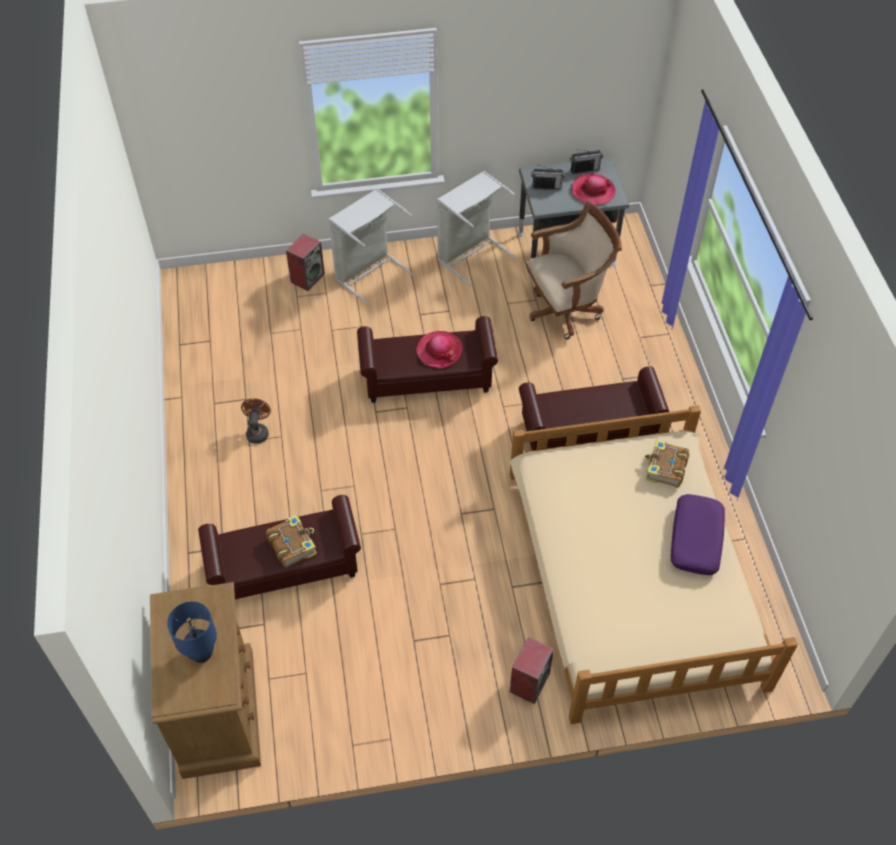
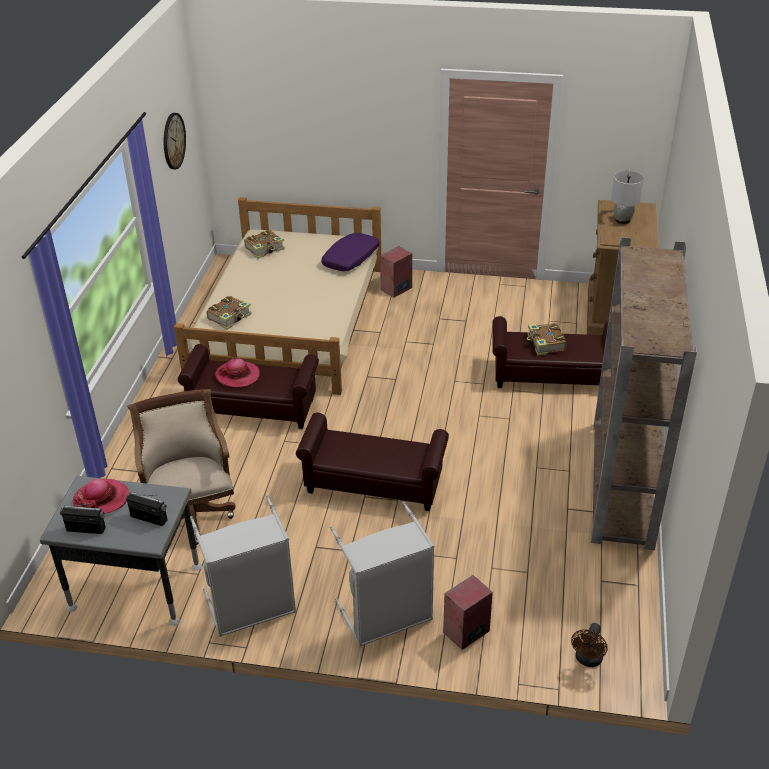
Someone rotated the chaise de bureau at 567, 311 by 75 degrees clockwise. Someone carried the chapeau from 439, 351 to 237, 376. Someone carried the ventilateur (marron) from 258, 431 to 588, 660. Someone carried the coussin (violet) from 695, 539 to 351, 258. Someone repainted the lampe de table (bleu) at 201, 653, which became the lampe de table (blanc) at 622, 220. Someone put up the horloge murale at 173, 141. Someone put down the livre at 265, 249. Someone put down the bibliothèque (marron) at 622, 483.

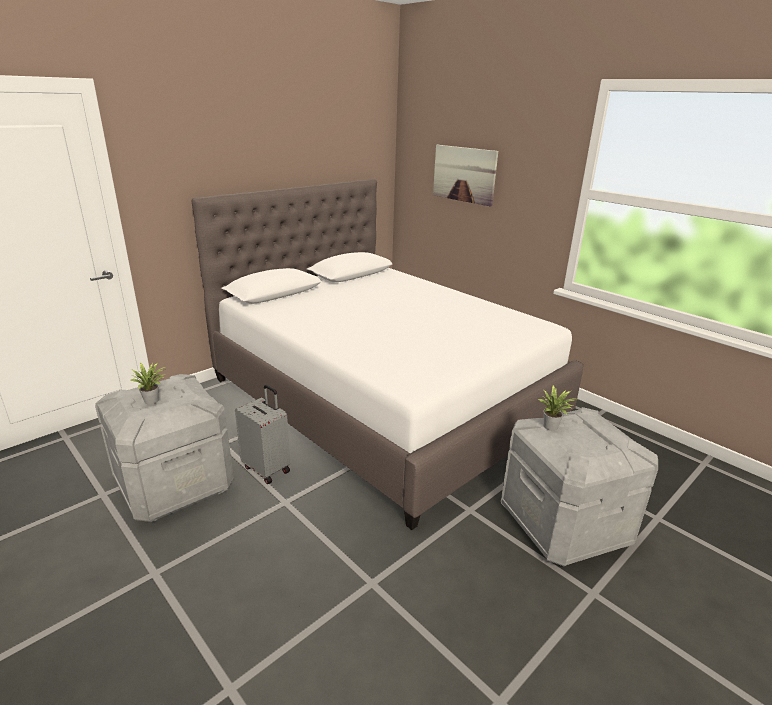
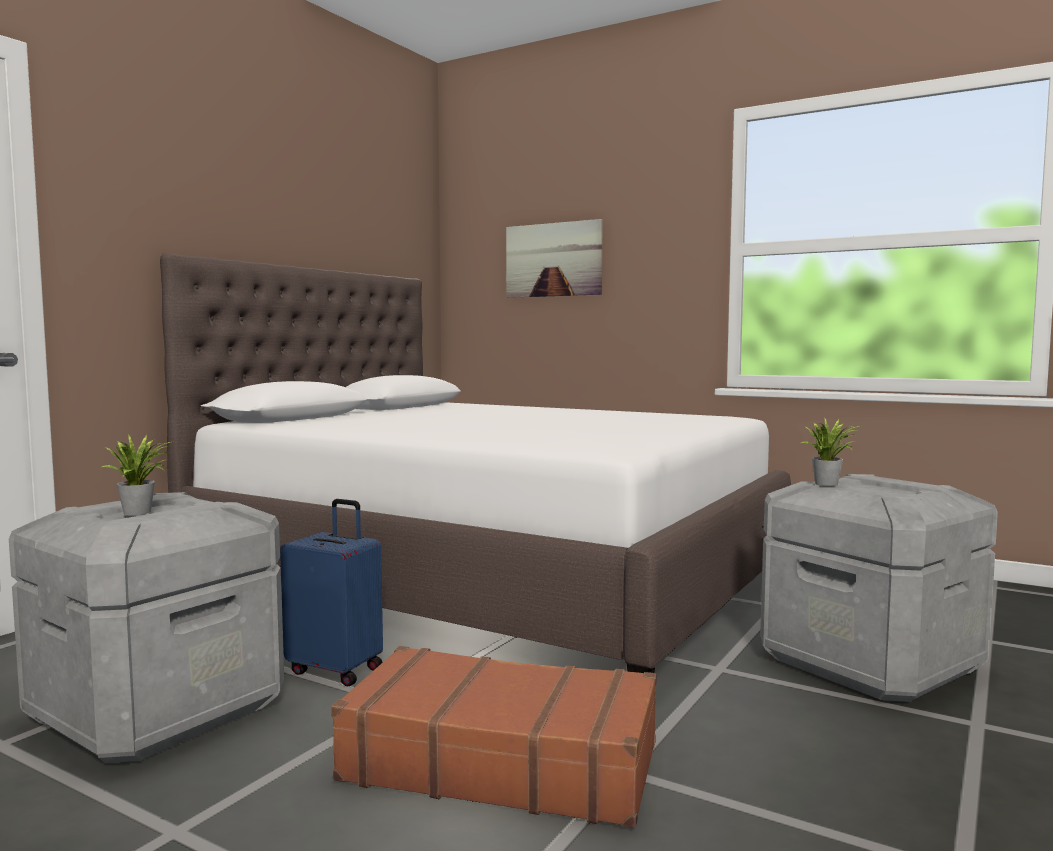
Someone repainted the valise (gris) at 267, 468, which became the valise (bleu) at 337, 669. Someone put down the valise (marron) at 501, 761.

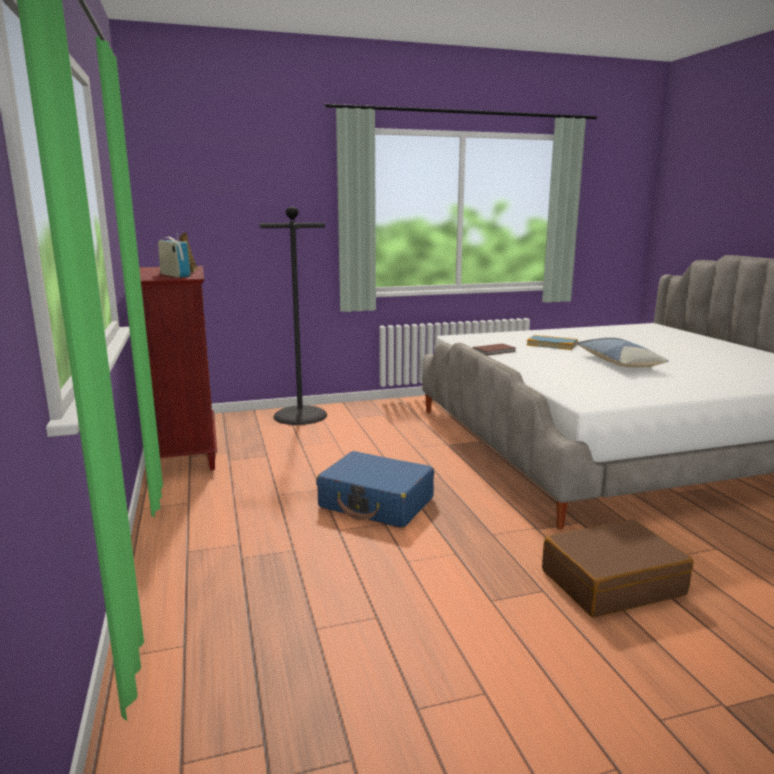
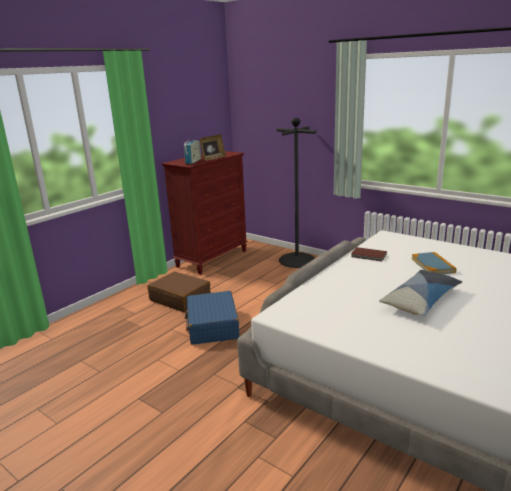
Someone carried the valise (marron) from 611, 582 to 180, 299.

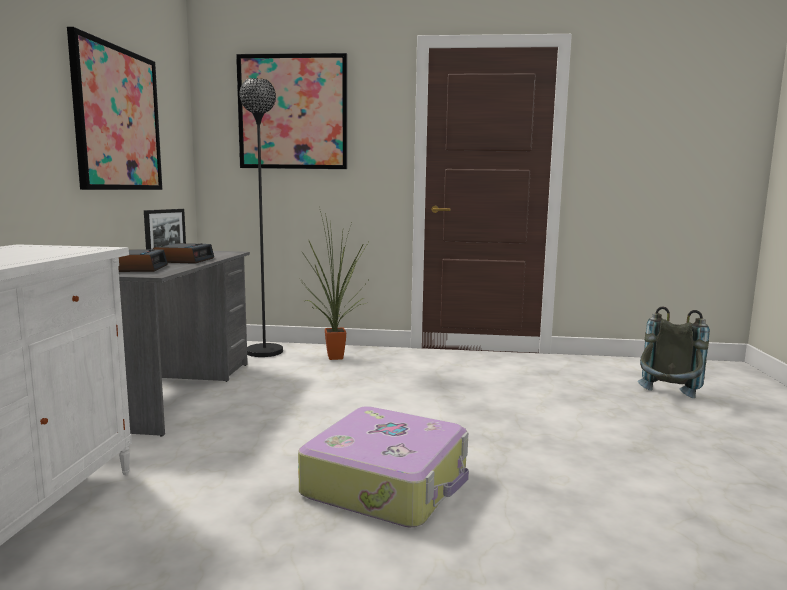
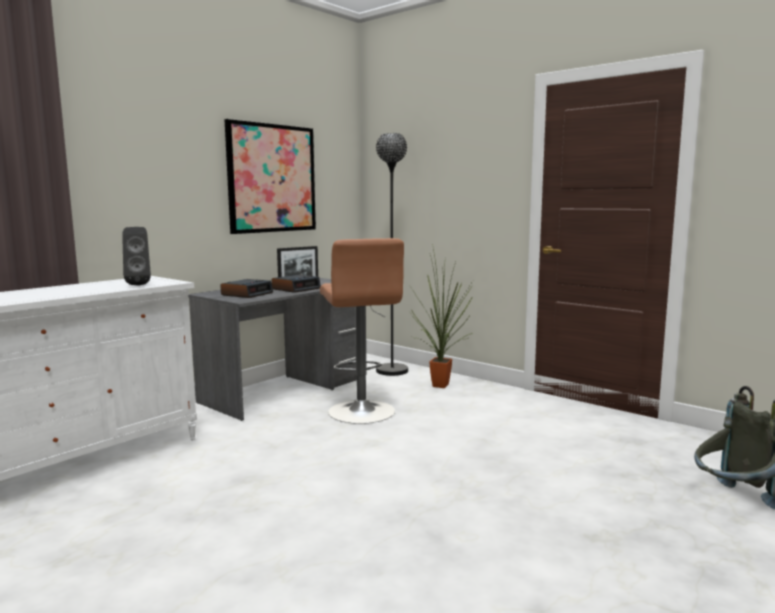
Someone took away the tableau at 293, 112. Someone took away the valise at 388, 483. Someone put down the enceinte (noir) at 139, 285. Someone put down the tabouret (marron) at 361, 412.

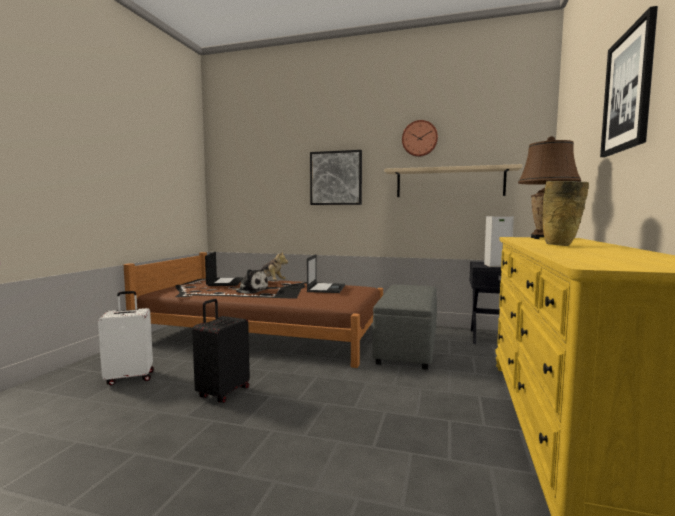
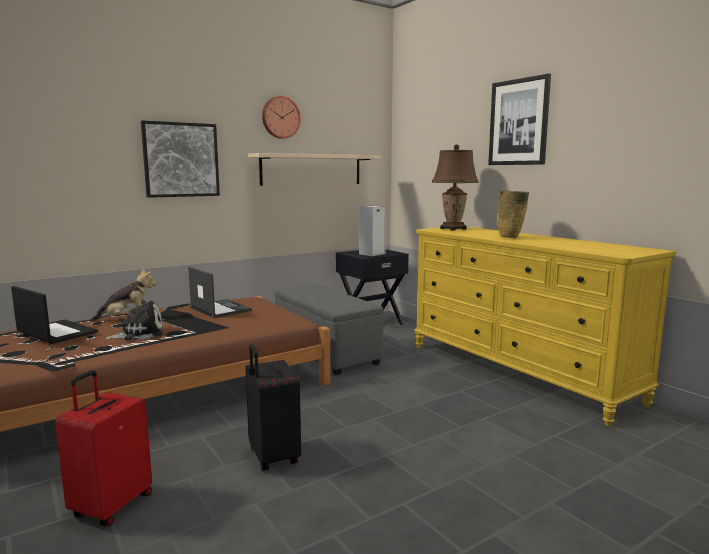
Someone repainted the valise (blanc) at 130, 377, which became the valise (rouge) at 111, 506.

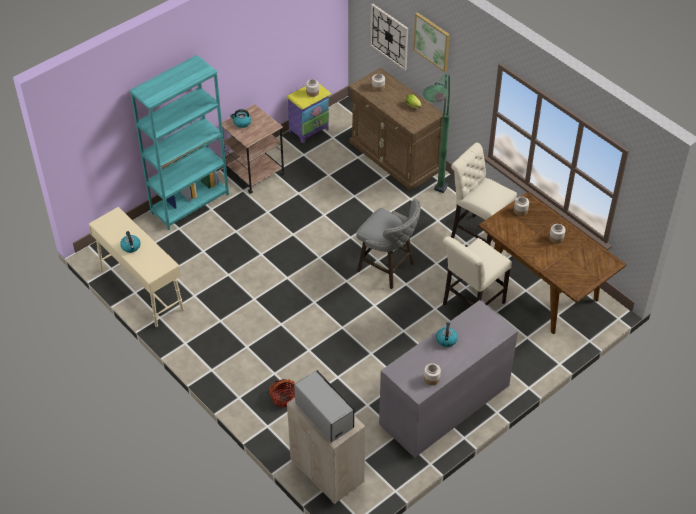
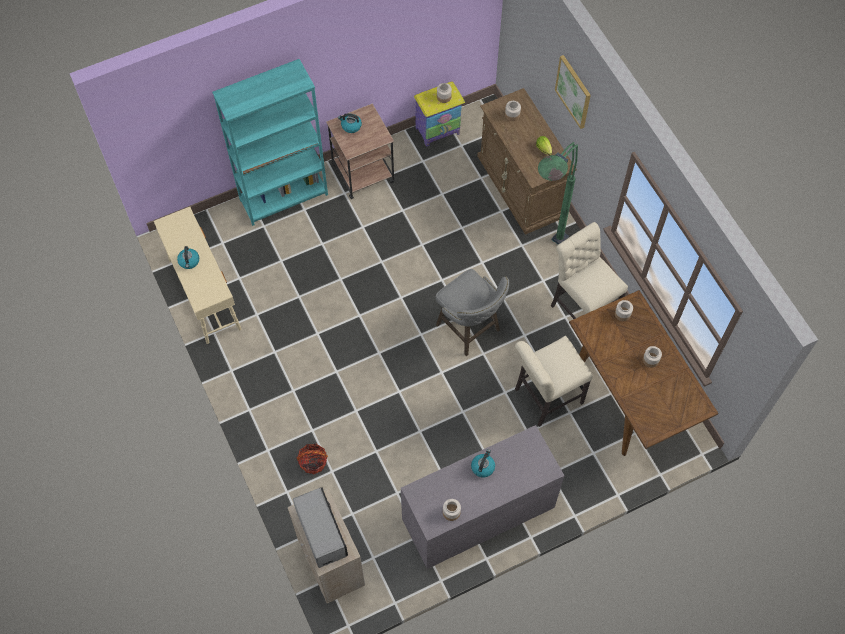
Someone took away the horloge murale at 389, 36.

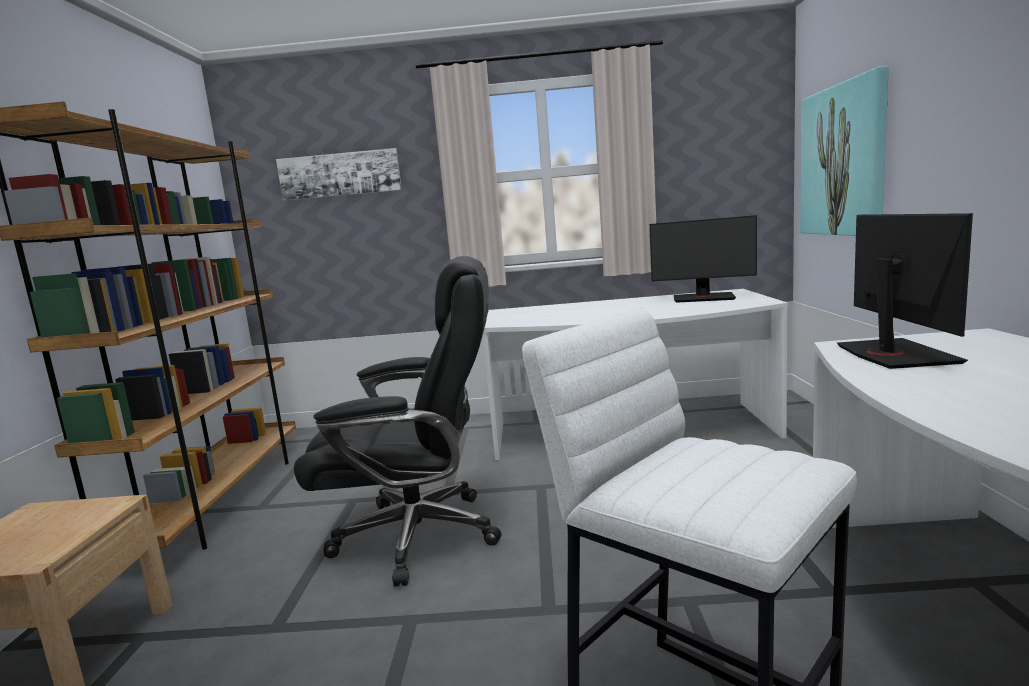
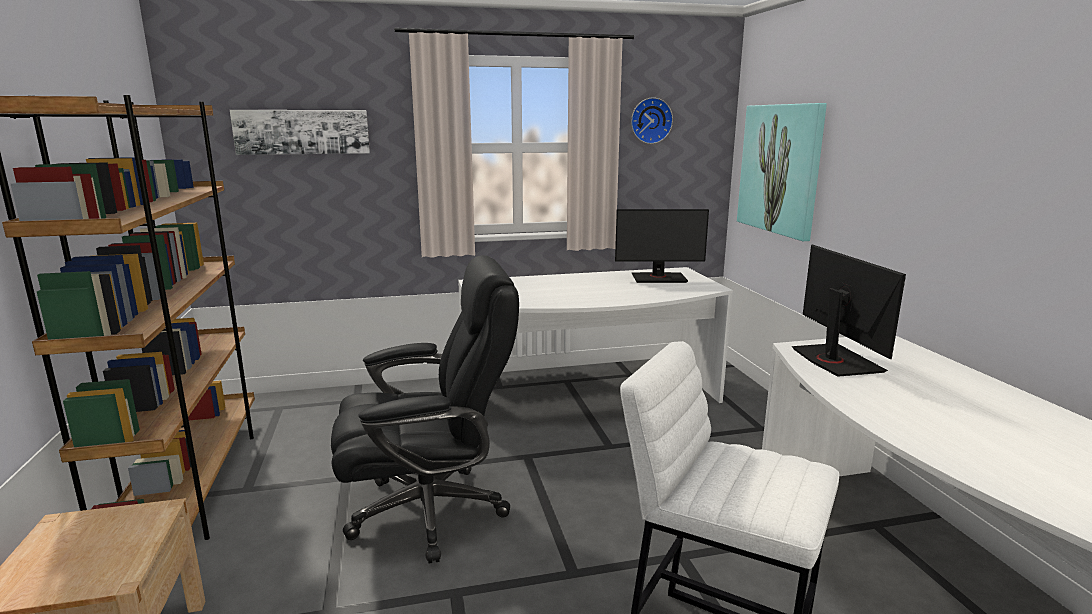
Someone put up the horloge murale at 650, 120.

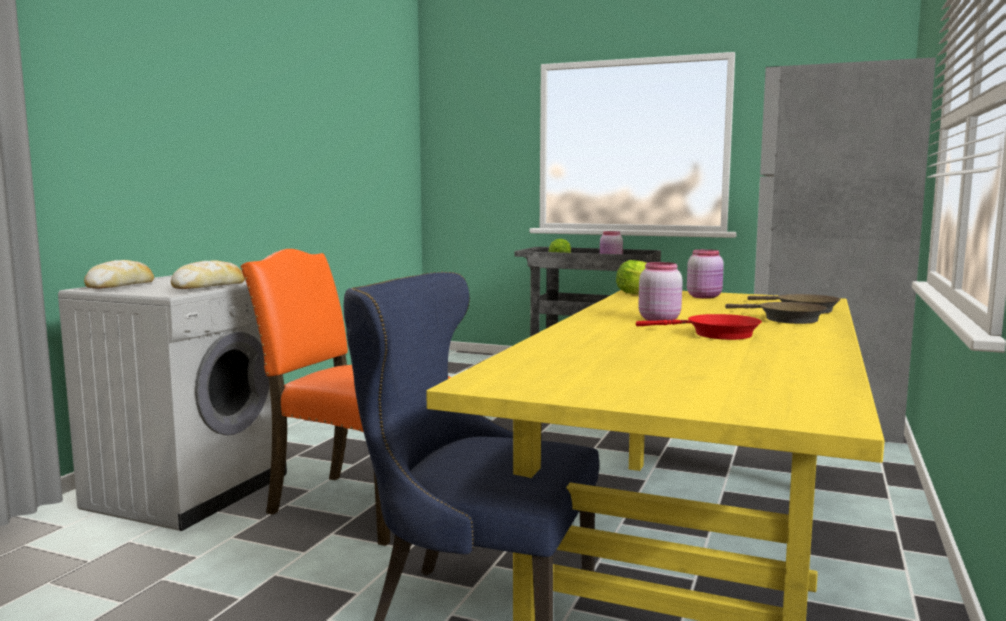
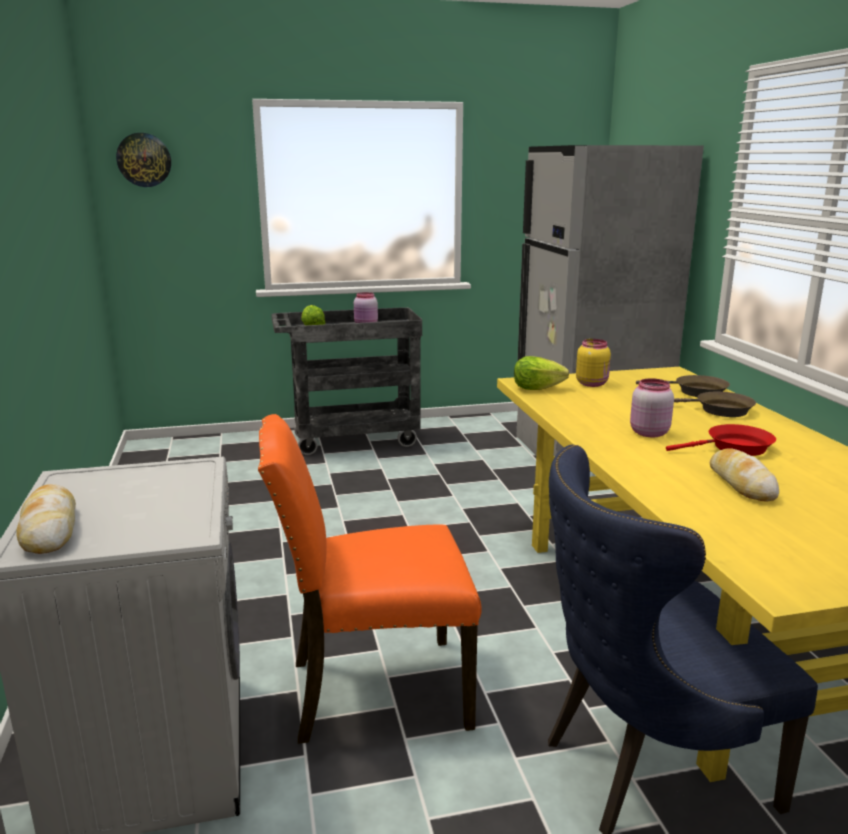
Someone repainted the bocal (rose) at 705, 297, which became the bocal (jaune) at 592, 383. Someone carried the pain from 209, 286 to 741, 483. Someone put up the horloge murale at 144, 160.

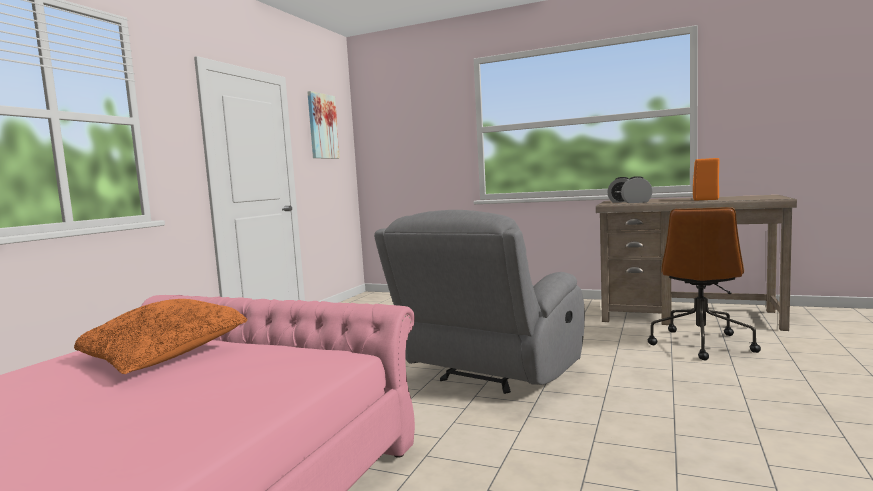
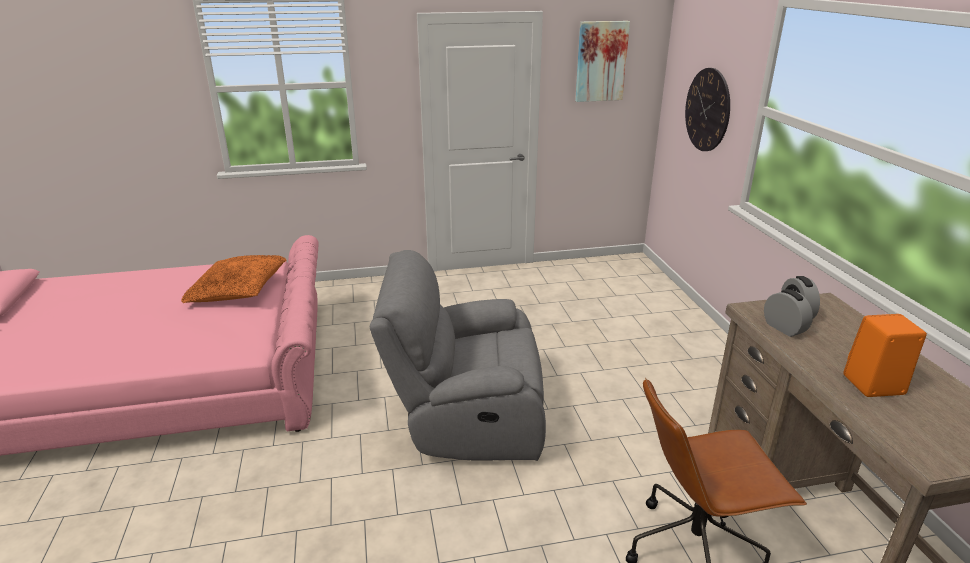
Someone put up the horloge murale at 707, 110.

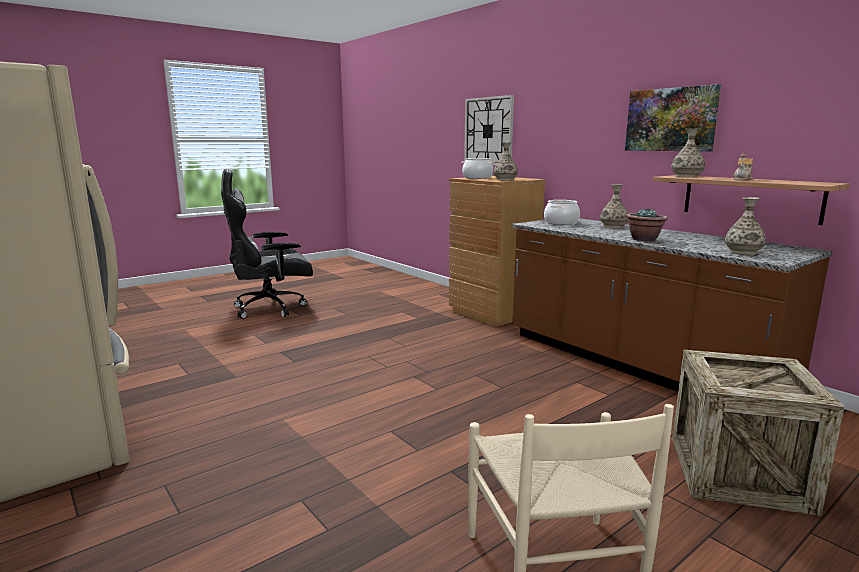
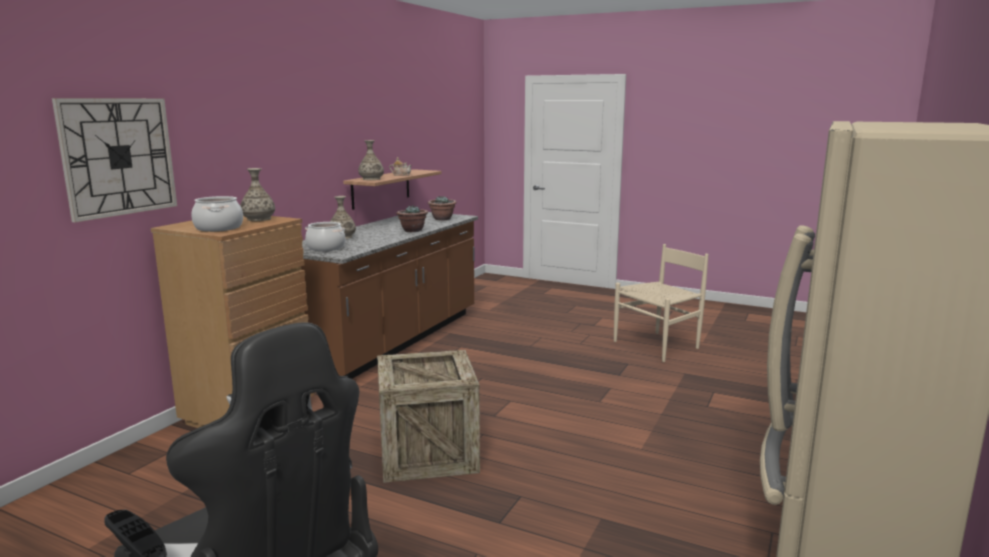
Someone took away the tableau at 670, 120. Someone swapped the vase at 743, 252 for the plante en pot at 442, 219. Someone carried the caisse from 738, 473 to 427, 453.

